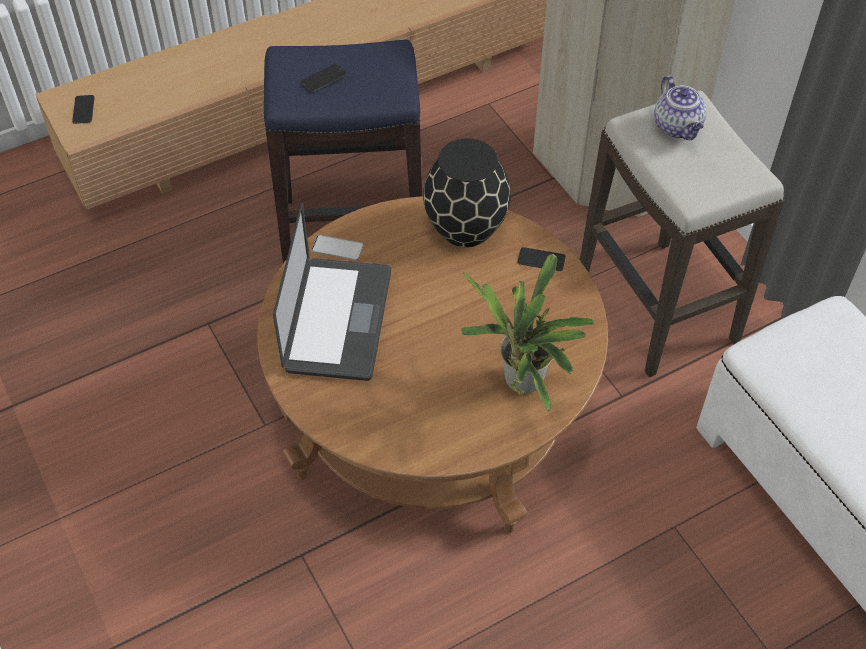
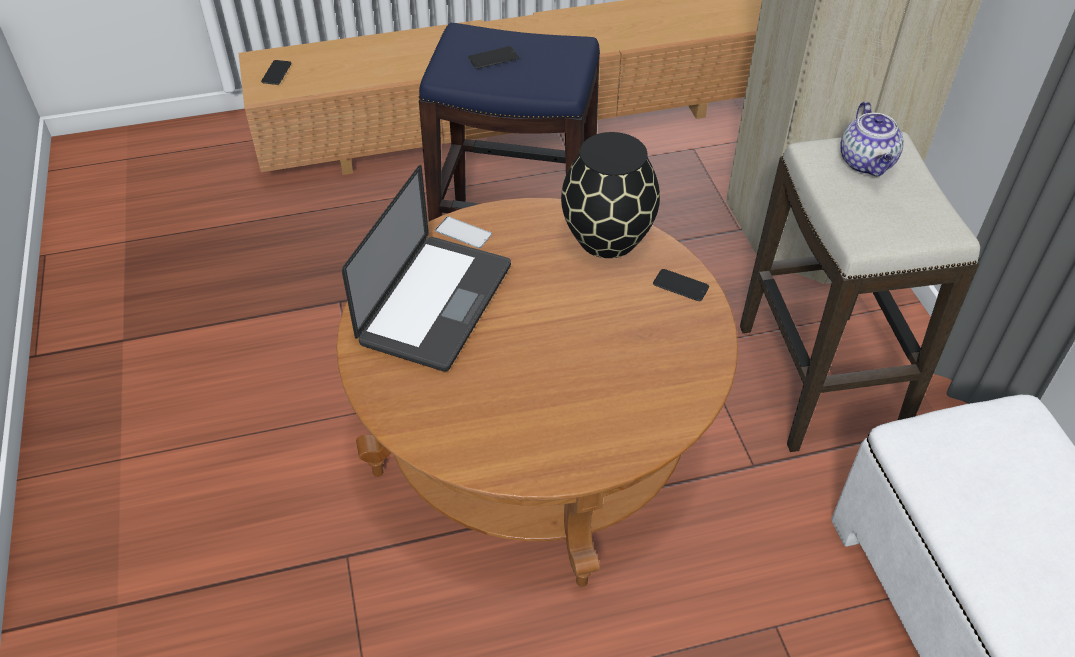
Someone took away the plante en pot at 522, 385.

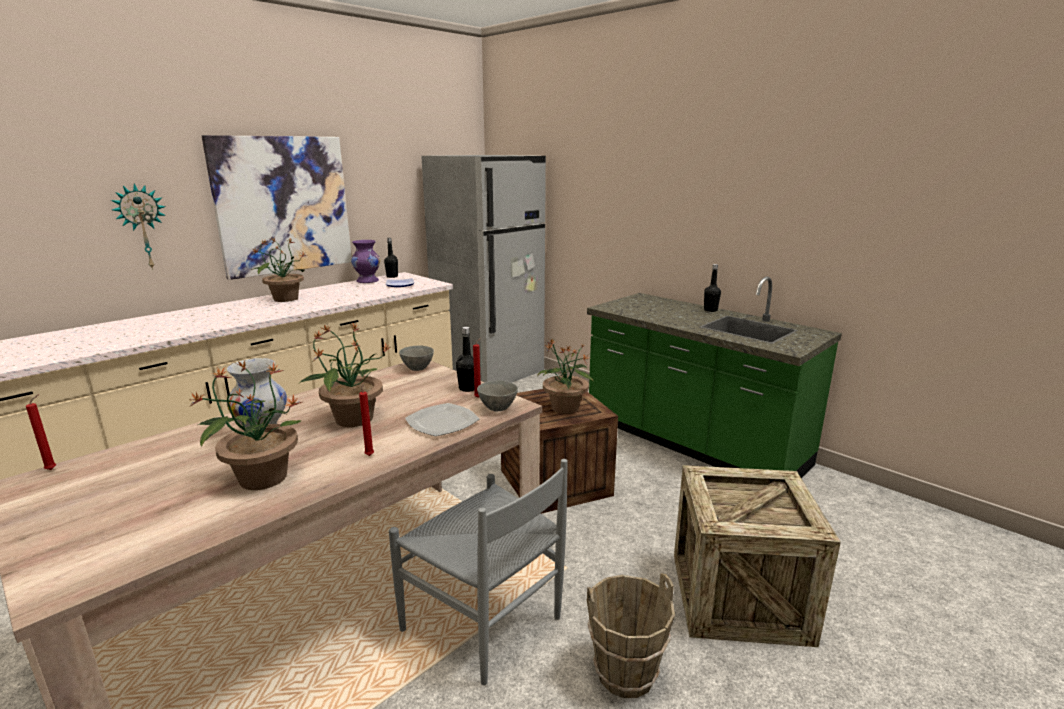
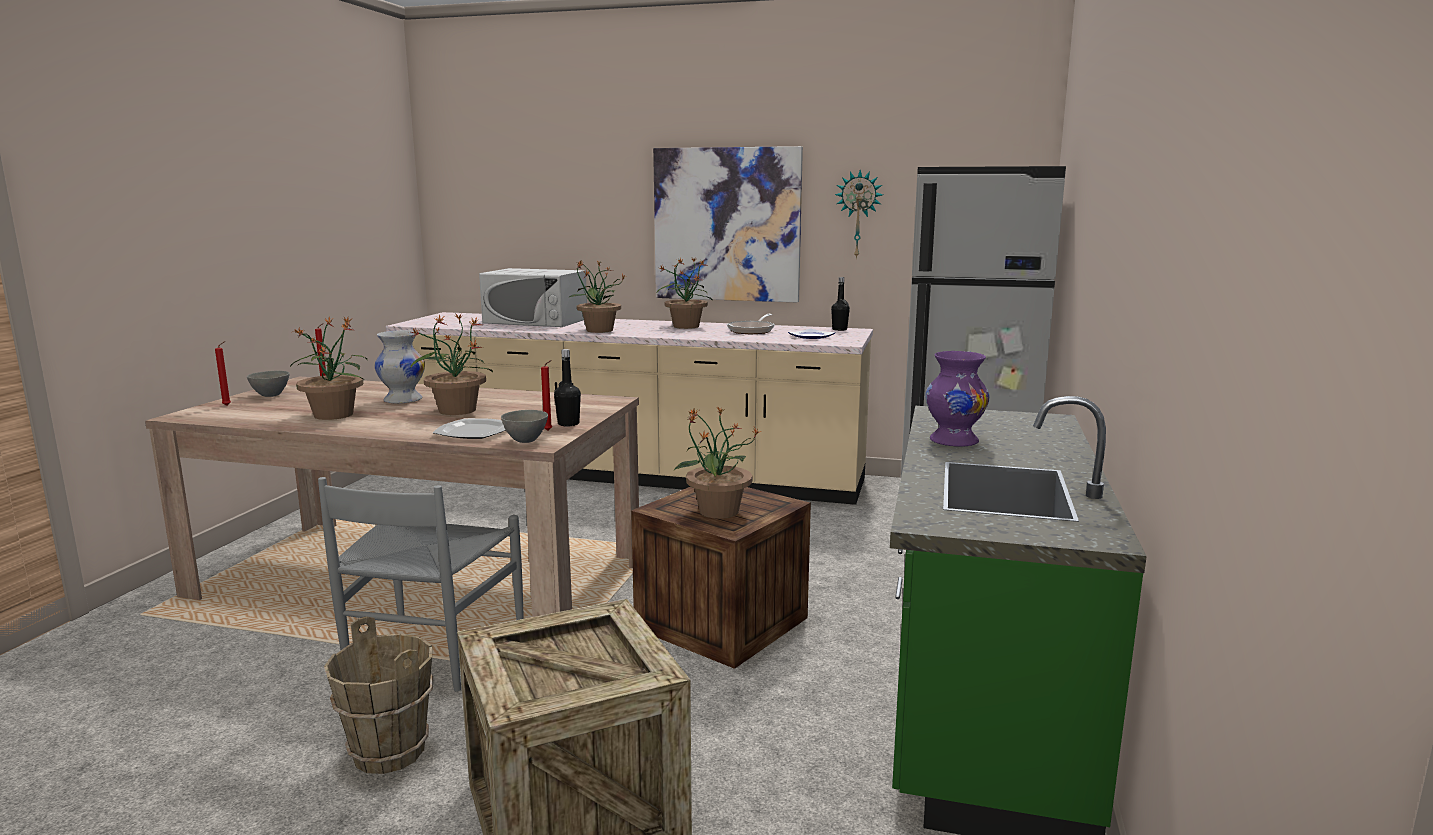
Someone carried the horloge murale from 142, 227 to 858, 214. Someone carried the vase (violet) from 368, 281 to 954, 441. Someone took away the bouteille (noir) at 710, 310. Someone carried the bol (gris) from 418, 369 to 271, 395. Someone carried the bougie (rouge) from 370, 455 to 228, 405. Someone put down the plante en pot at 598, 330. Someone put down the micro-ondes (blanc) at 536, 321. Someone put down the poêle at 752, 330.

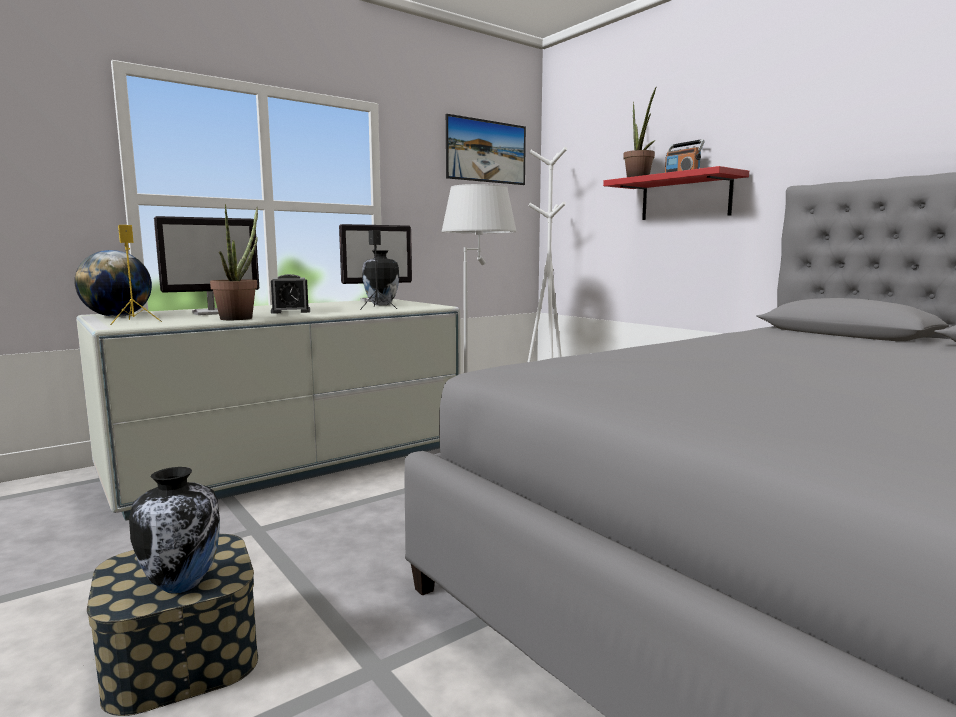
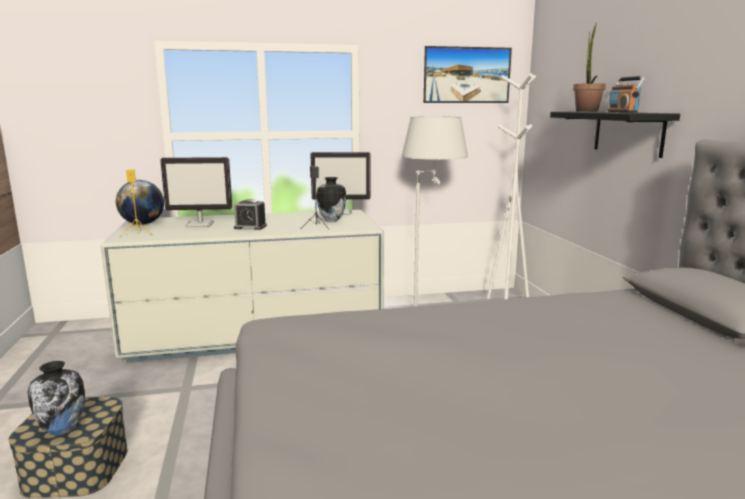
Someone repainted the étagère (rouge) at 685, 197, which became the étagère (noir) at 628, 133. Someone took away the plante en pot at 240, 318.

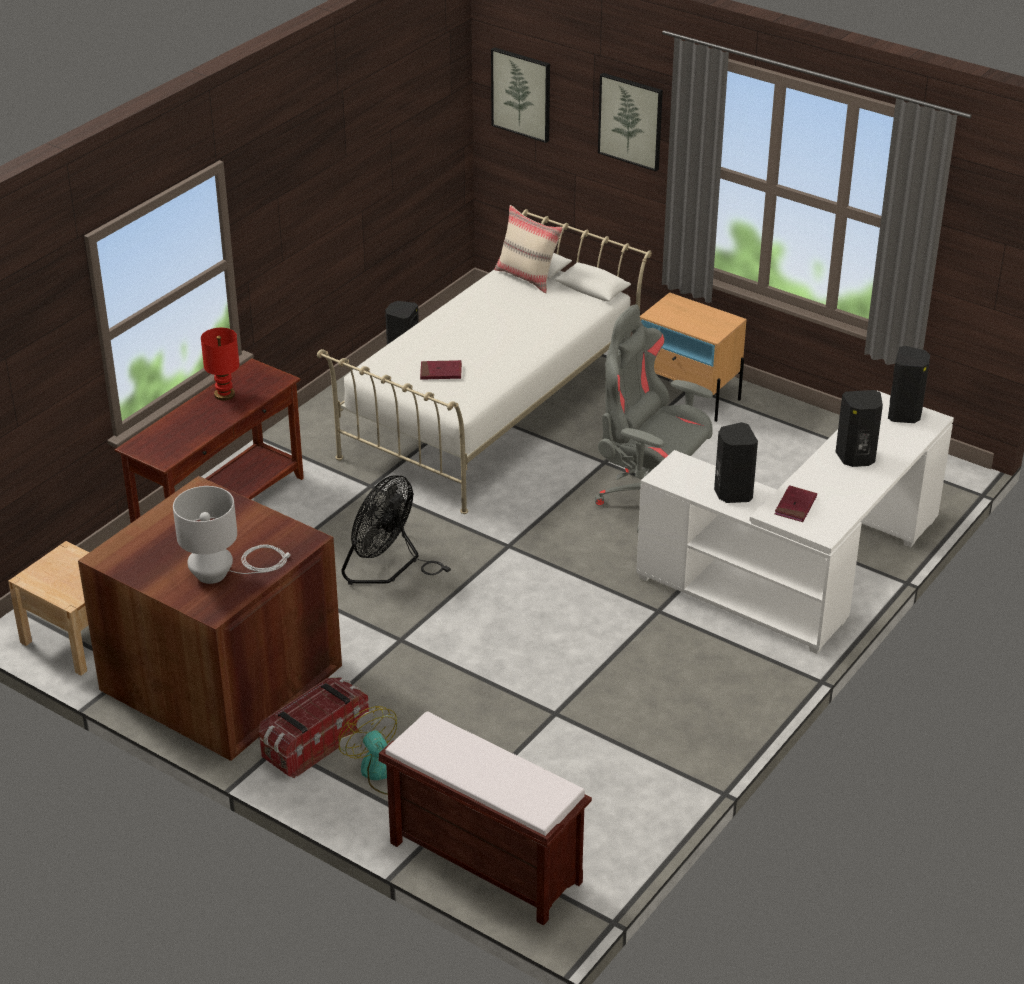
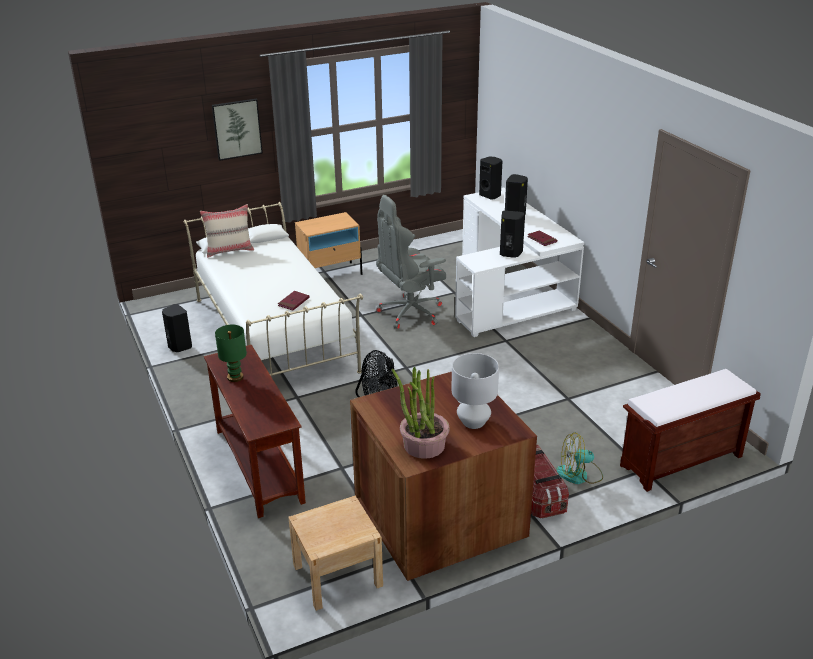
Someone took away the tableau at 521, 94. Someone repainted the lampe de table (rouge) at 225, 394, which became the lampe de table (vert) at 235, 377. Someone put down the plante en pot at 423, 445.

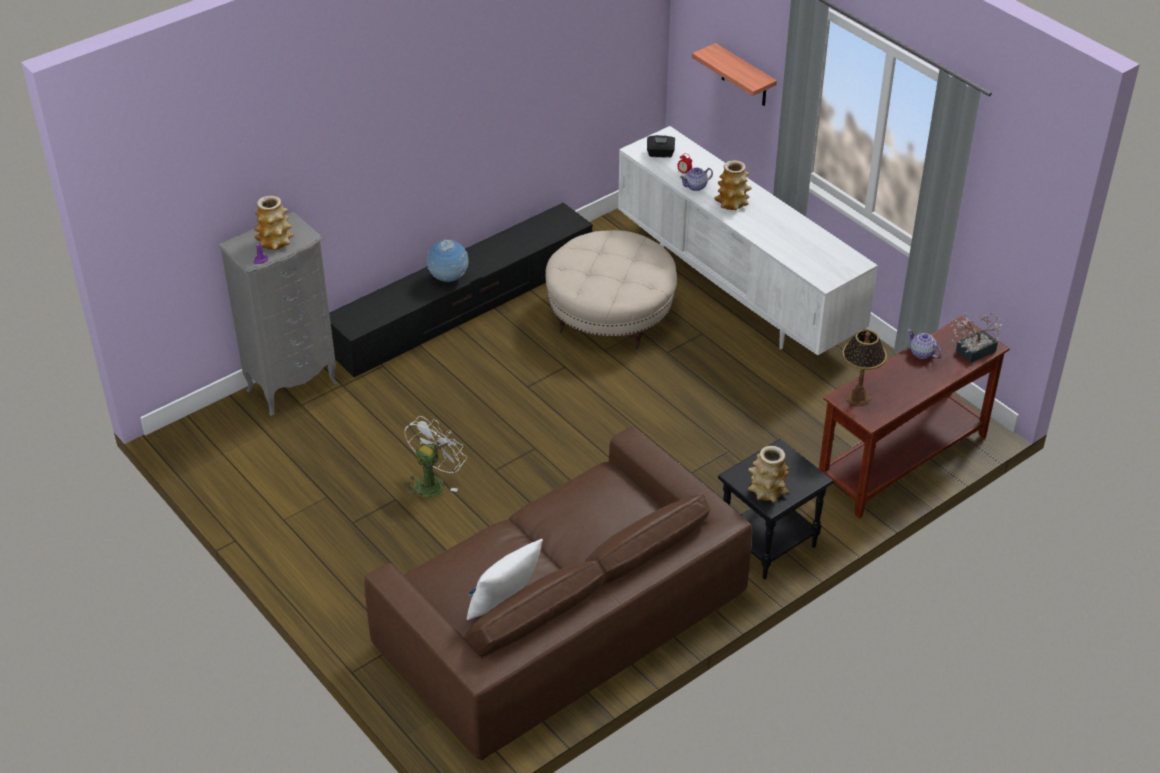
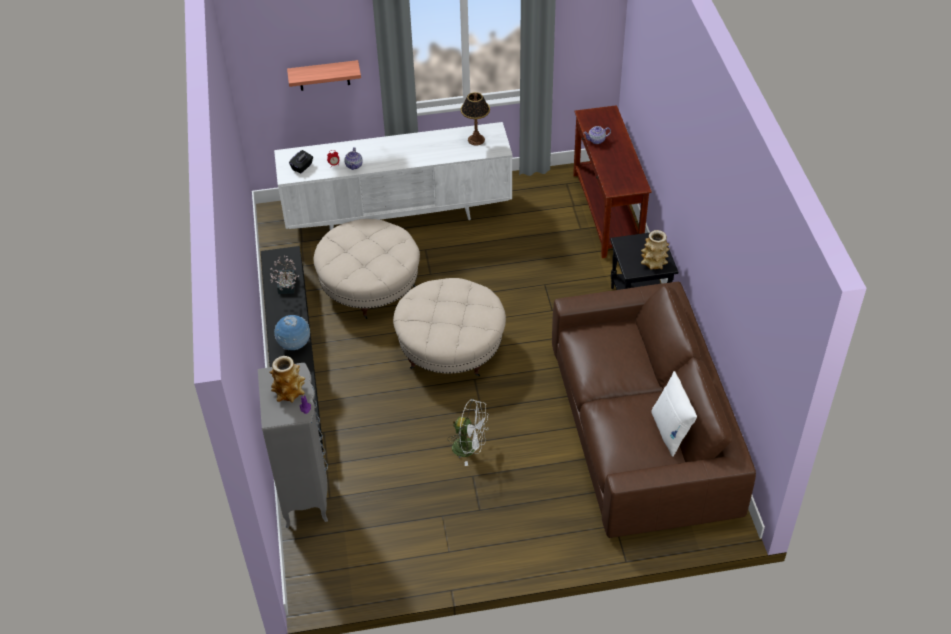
Someone took away the vase at 732, 203. Someone carried the plante en pot from 971, 352 to 286, 287. Someone carried the lampe de table from 858, 397 to 476, 140. Someone rotated the ventilateur (blanc) at 432, 482 by 135 degrees clockwise. Someone put down the pouf (beige) at 450, 347.

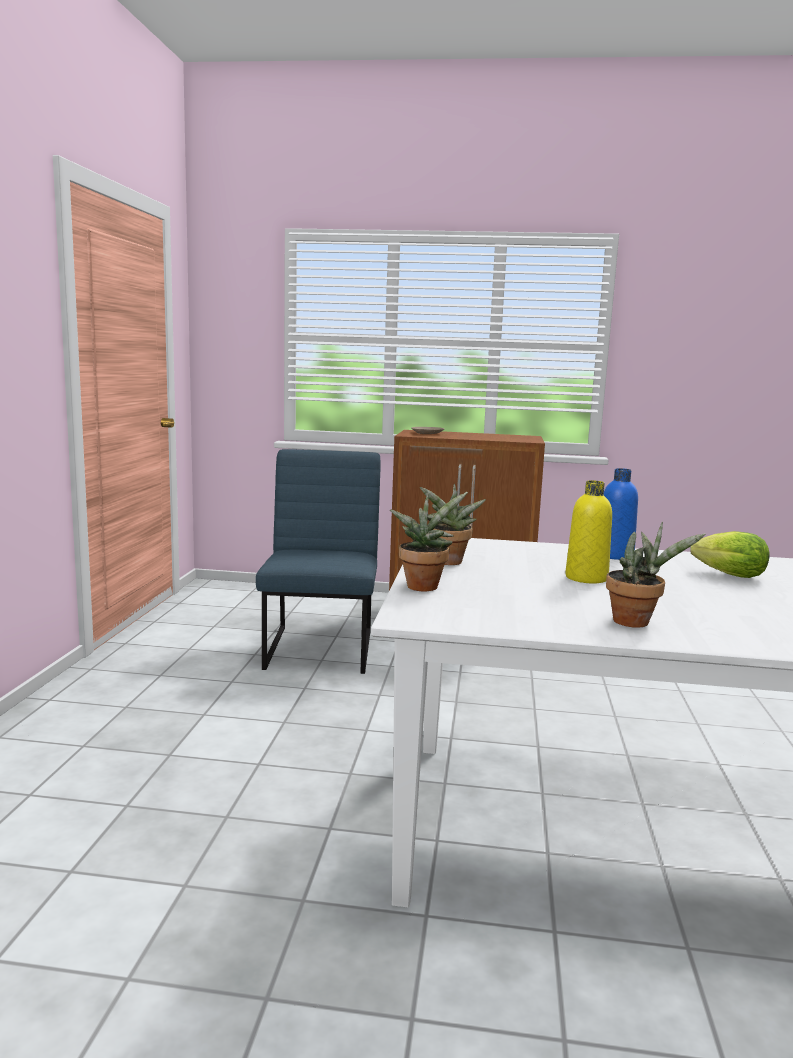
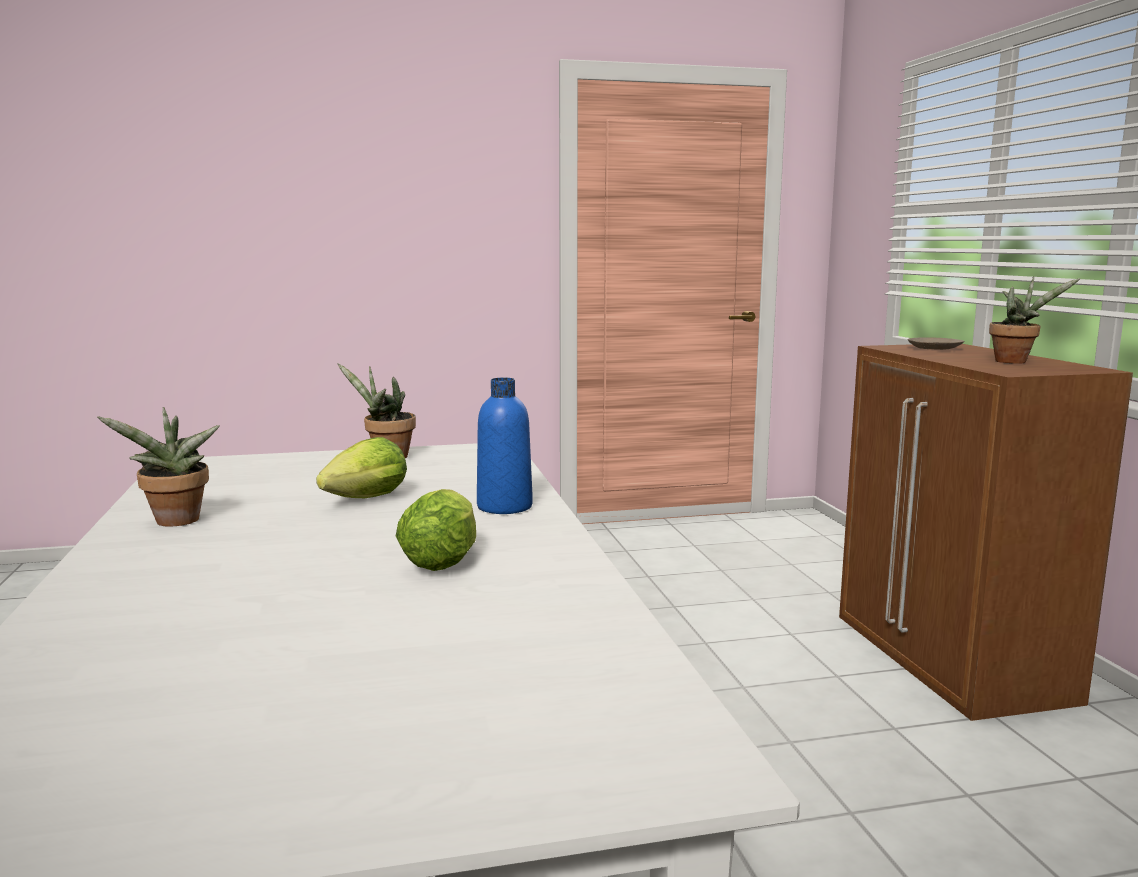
Someone took away the chaise (bleu) at 321, 647. Someone swapped the bouteille (jaune) at 586, 578 for the laitue at 362, 500. Someone carried the plante en pot from 424, 585 to 1015, 361.

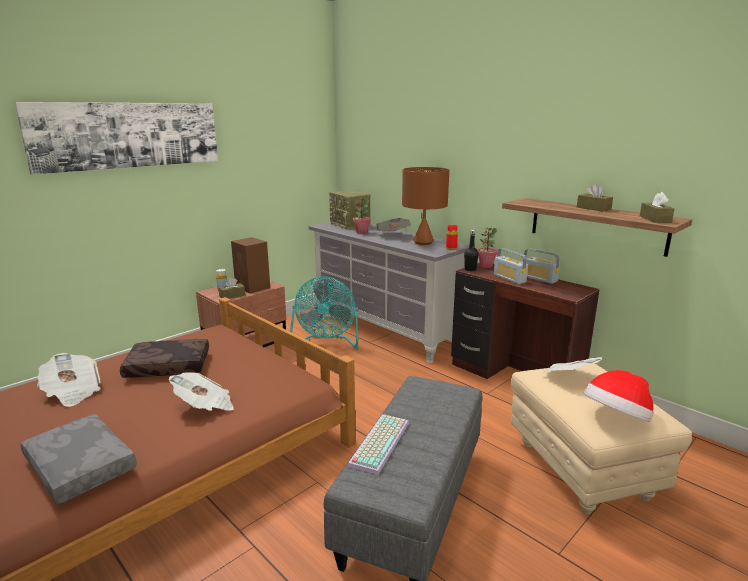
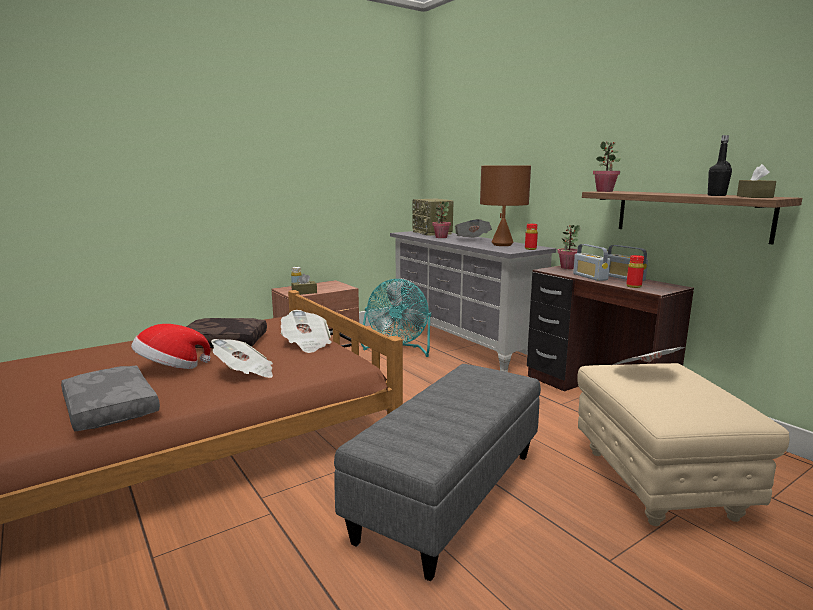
Someone took away the tableau at 128, 135. Someone took away the boîte à mouchoirs (marron) at 593, 208. Someone carried the bouteille (noir) from 470, 269 to 716, 195. Someone took away the enceinte (marron) at 253, 287. Someone carried the journal from 72, 392 to 306, 344. Someone carried the chapeau from 616, 418 to 171, 368. Someone took away the clavier at 379, 442. Someone put down the plante en pot at 604, 191. Someone put down the bouteille (rouge) at 633, 286.

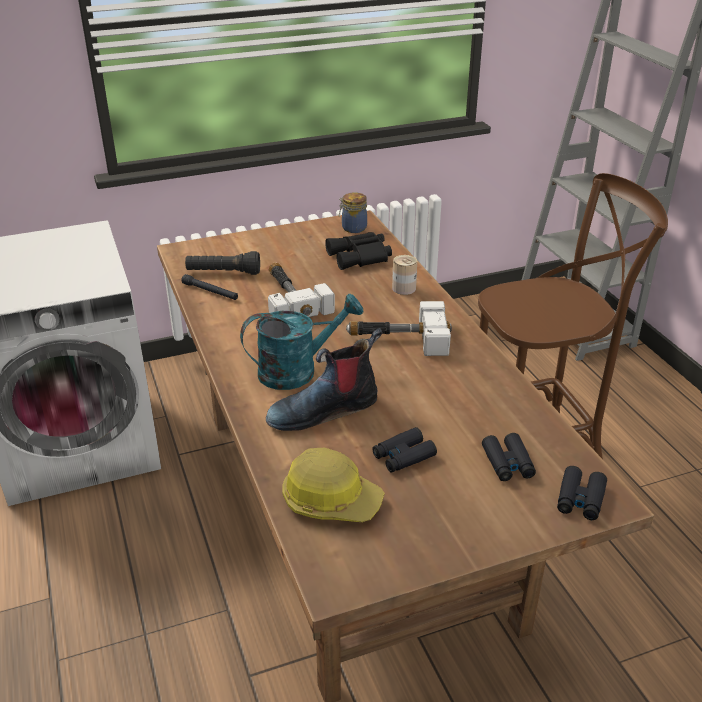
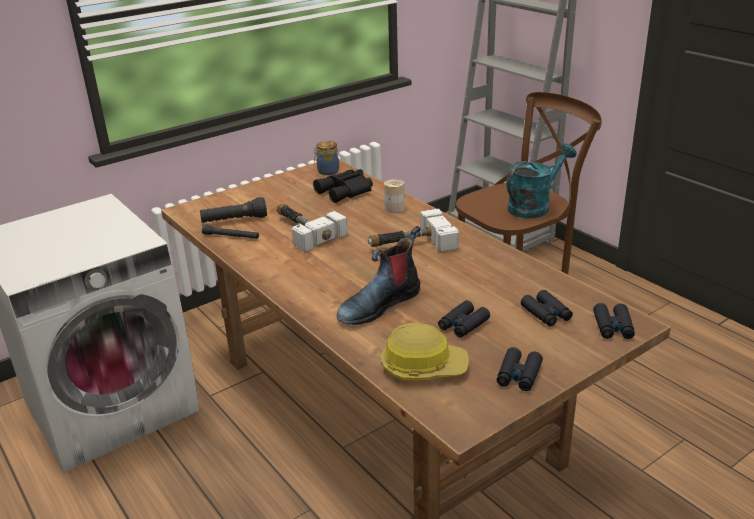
Someone carried the arrosoir (turquoise) from 297, 370 to 534, 206. Someone put down the jumelles (noir) at 518, 375.

